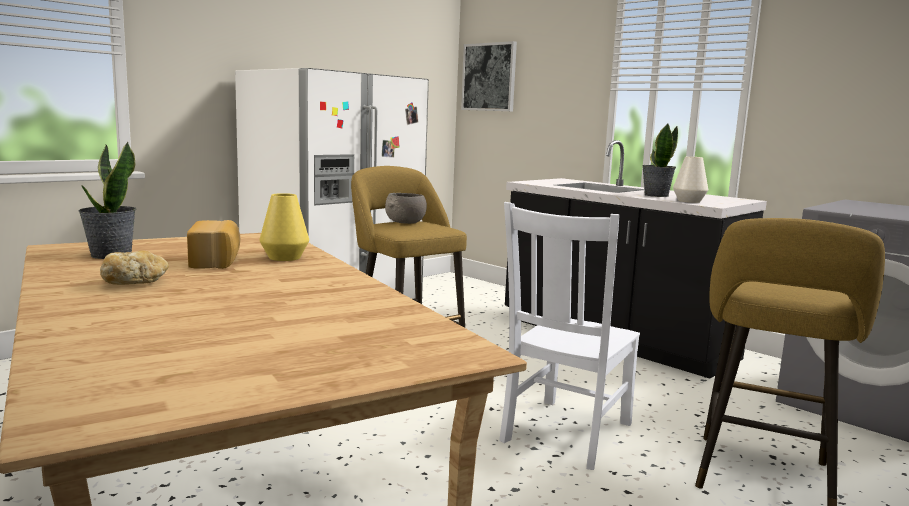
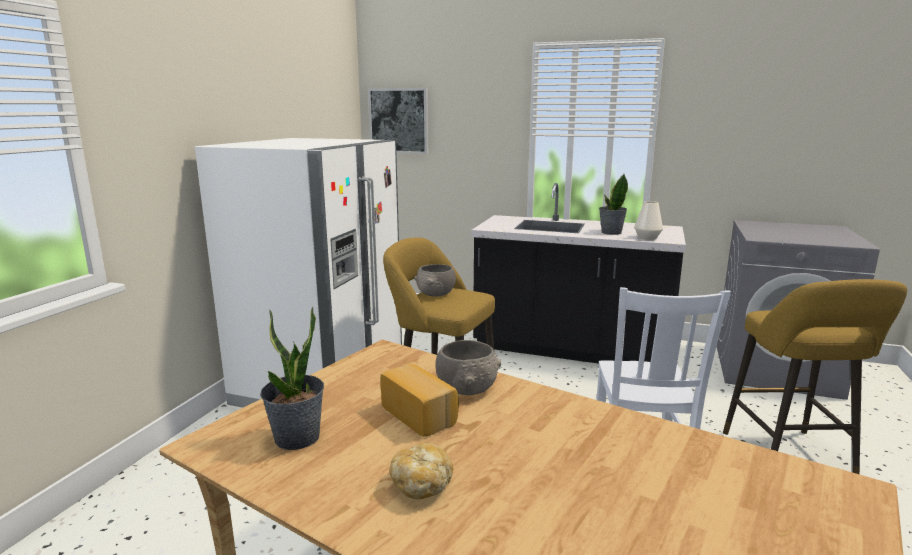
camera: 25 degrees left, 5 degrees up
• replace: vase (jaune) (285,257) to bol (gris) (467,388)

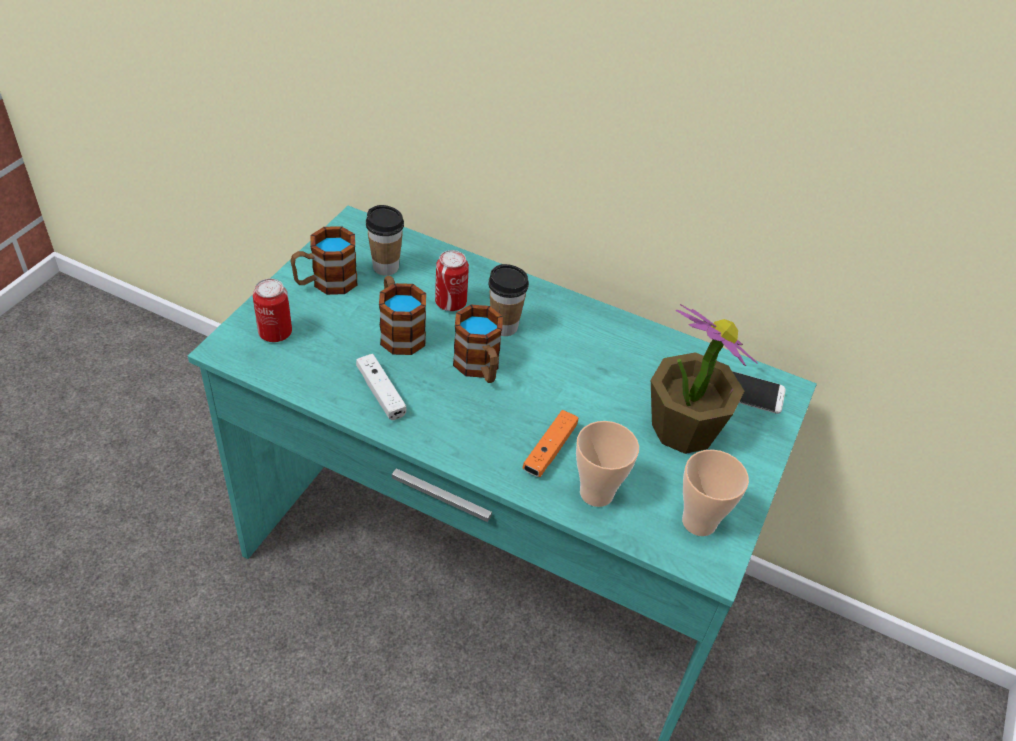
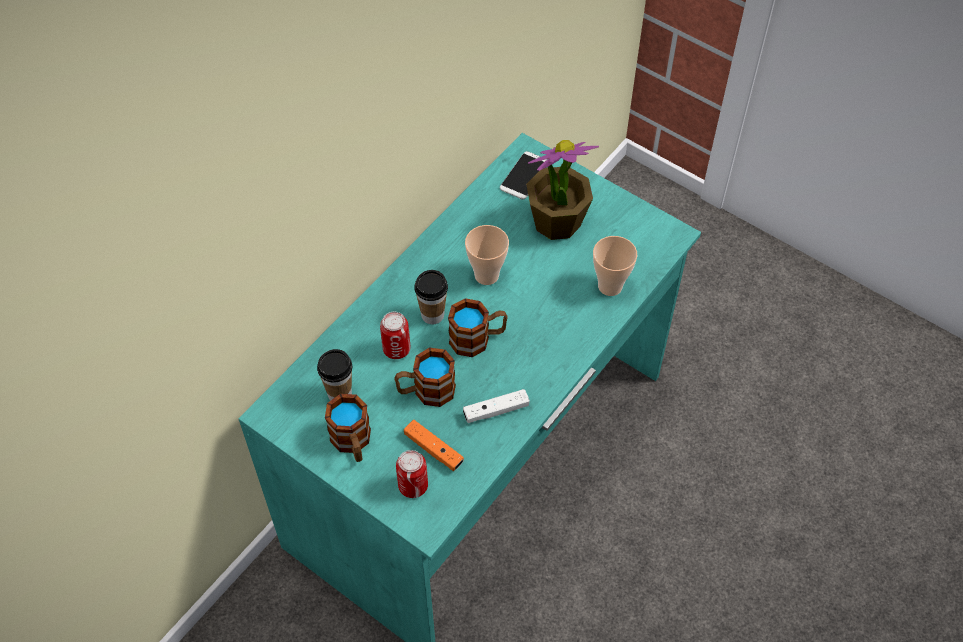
camera: 75 degrees left, 10 degrees up
• move: manette (orange) (549,450) to (433,449)
• move: tasse (699,522) to (486,275)

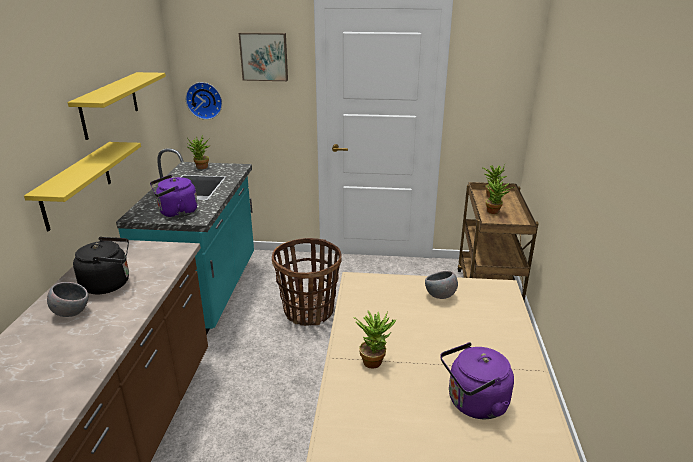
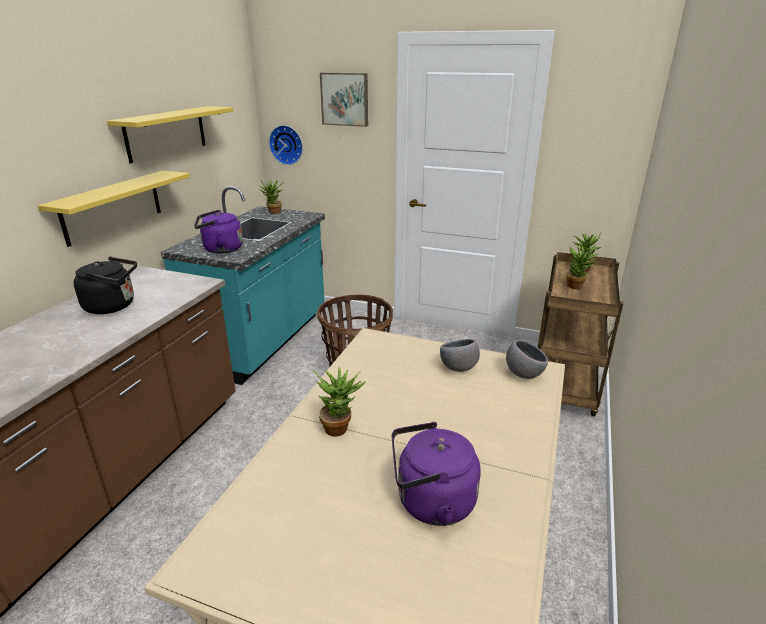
camera: 15 degrees right, 0 degrees up
• move: bol (gris) (71,313) to (523,374)

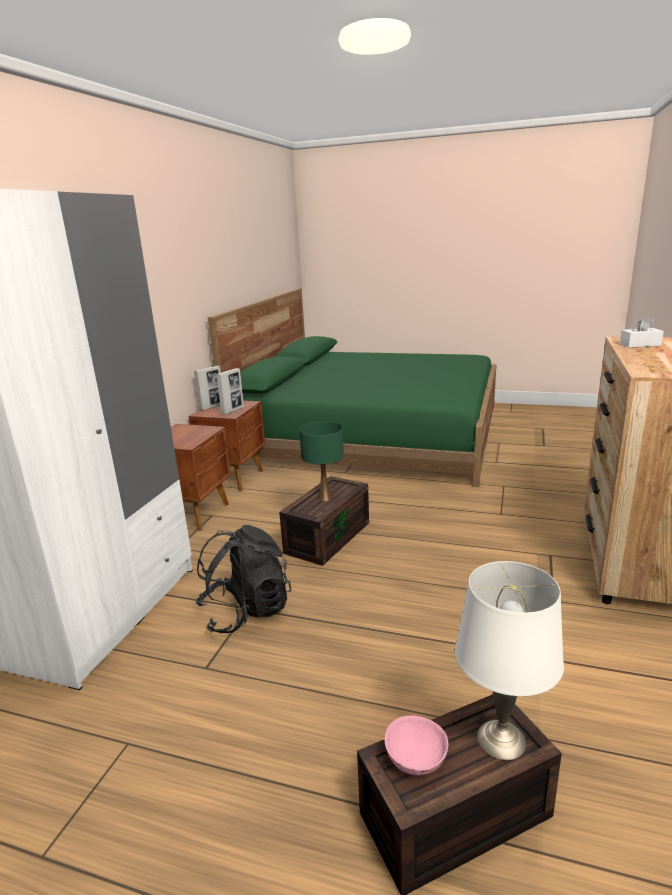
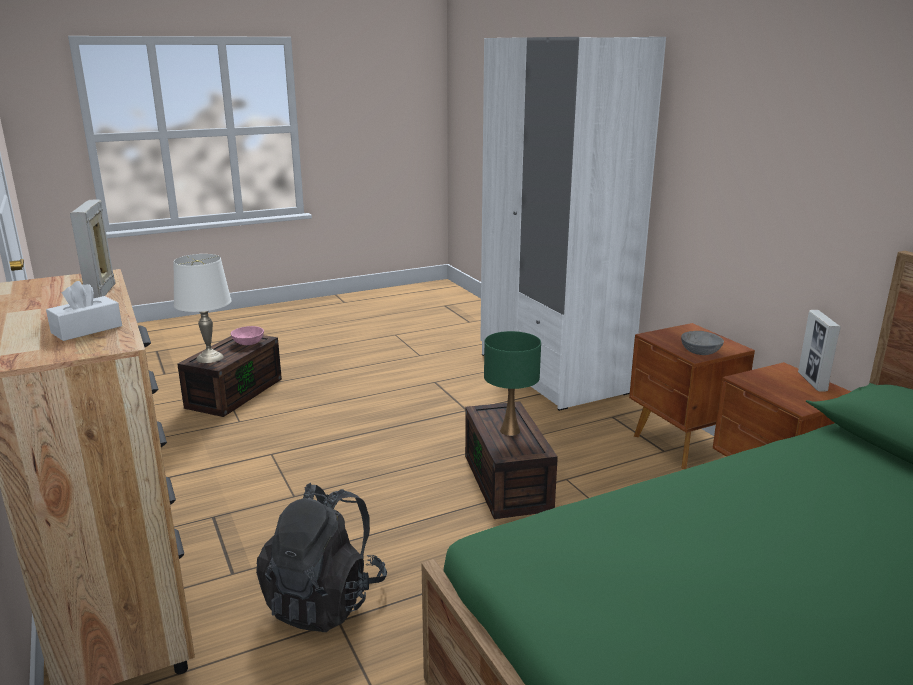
camera: 135 degrees right, 0 degrees up
• move: cadre photo (232,411) to (101,293)
• move: sac à dos (noir) (246,611) to (325,600)
• insert: bol (gris) (699,352)

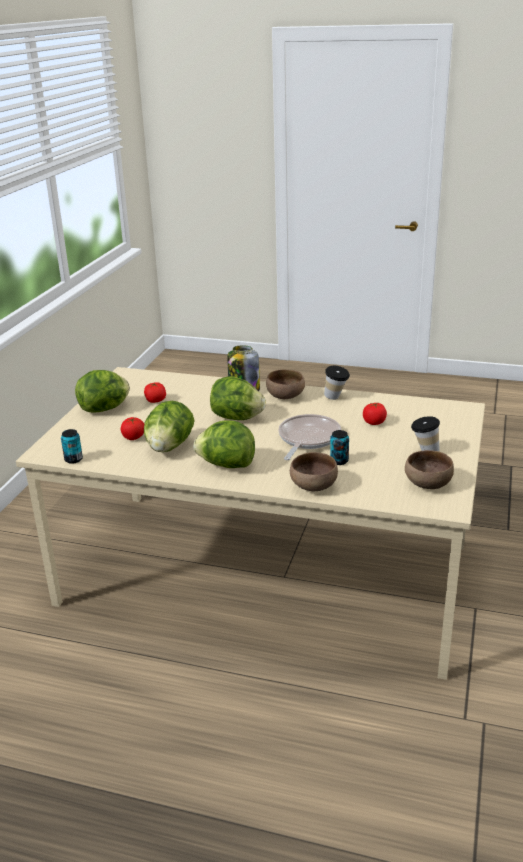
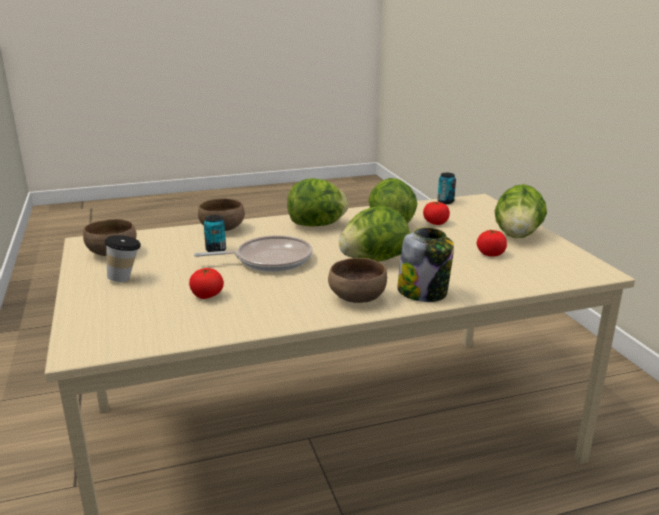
camera: 145 degrees right, 5 degrees down
• delete: tasse (336,398)
• rotate: poêle (307,439) = (269,260) 90 degrees counterclockwise

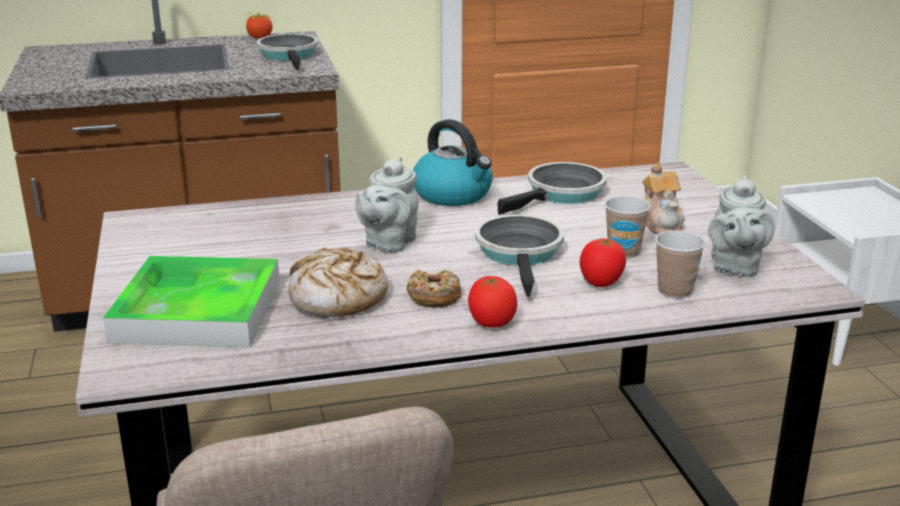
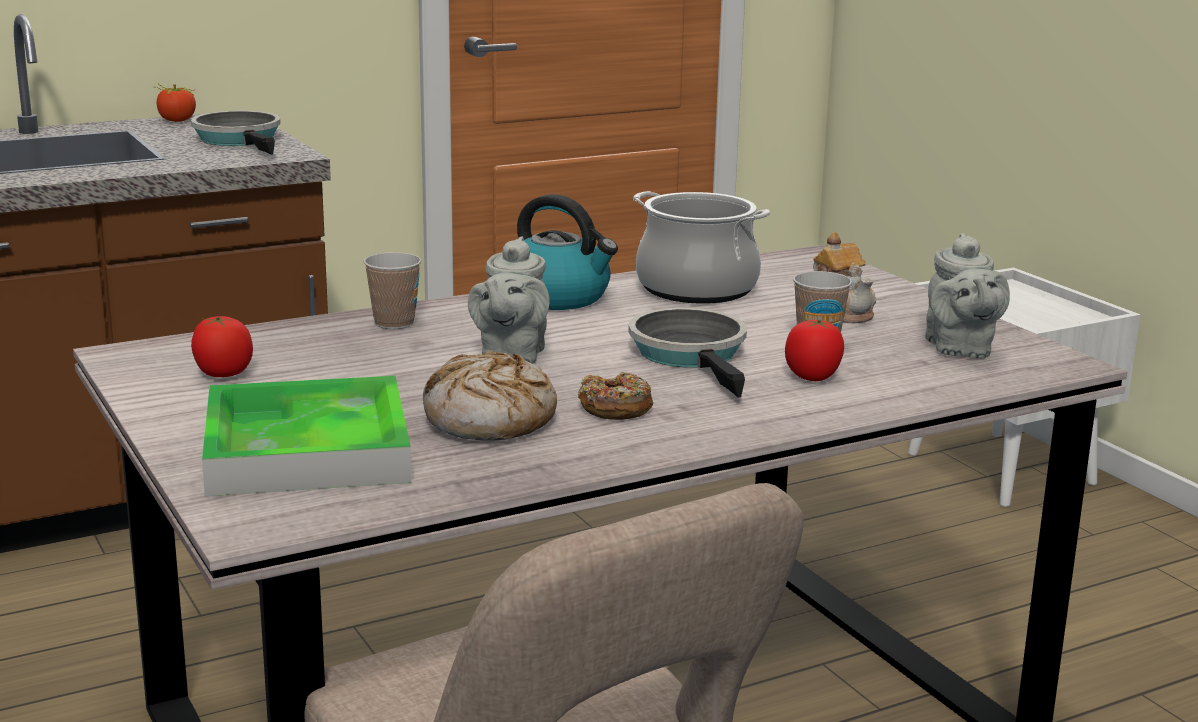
camera: 15 degrees left, 5 degrees down
• replace: poêle (561,194) to marmite (697,288)
• move: tasse (675,291) to (394,323)
• move: tomate (491,323) to (223,374)

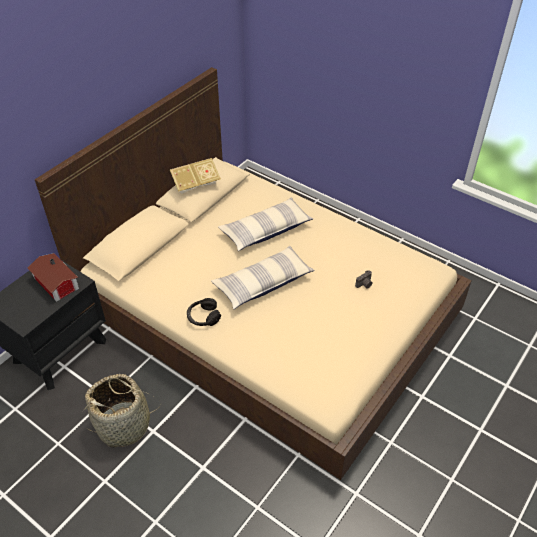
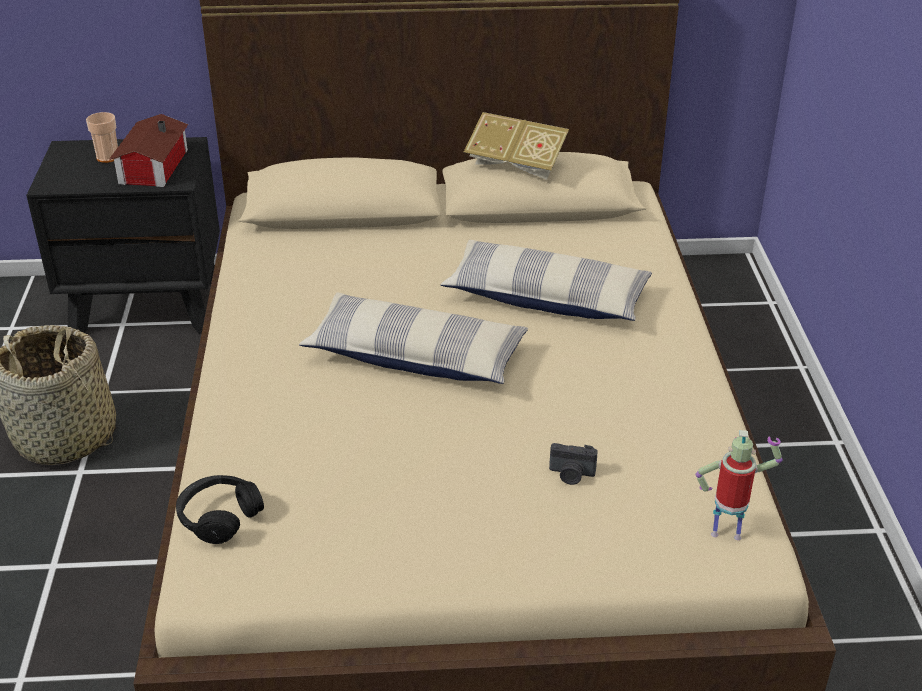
camera: 50 degrees right, 10 degrees down
• move: casque audio (noir) (203,317) to (219,517)
• insert: tasse (108,157)
• insert: robot jouet (727,532)

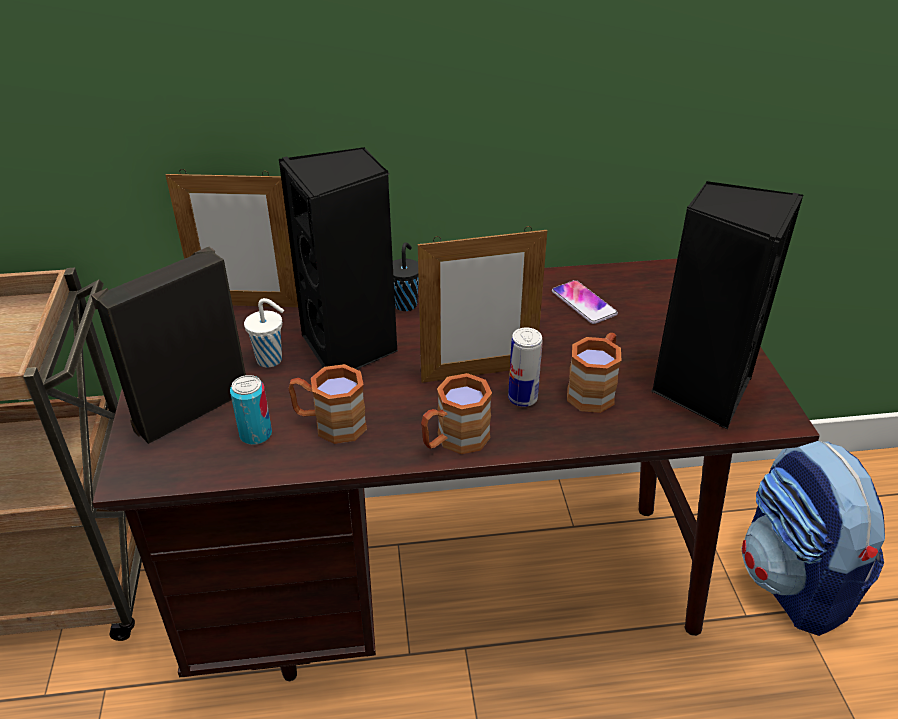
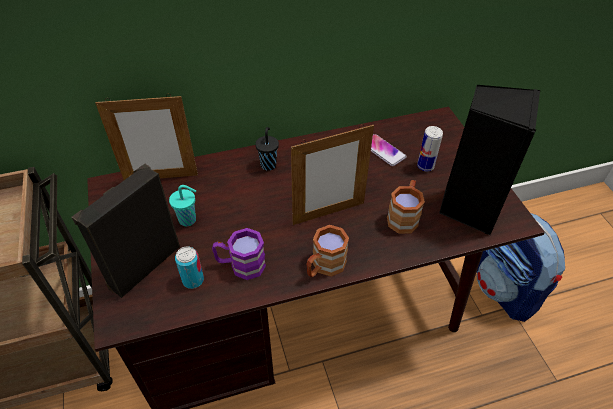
camera: 10 degrees left, 10 degrees up
• delete: enceinte (noir) (351,348)
• recolor: tasse (blanc) (271,360) to tasse (turquoise) (188,220)
• move: boîte métallique (522,398) to (425,166)
• recolor: mug (marron) (330,424) to mug (violet) (240,265)

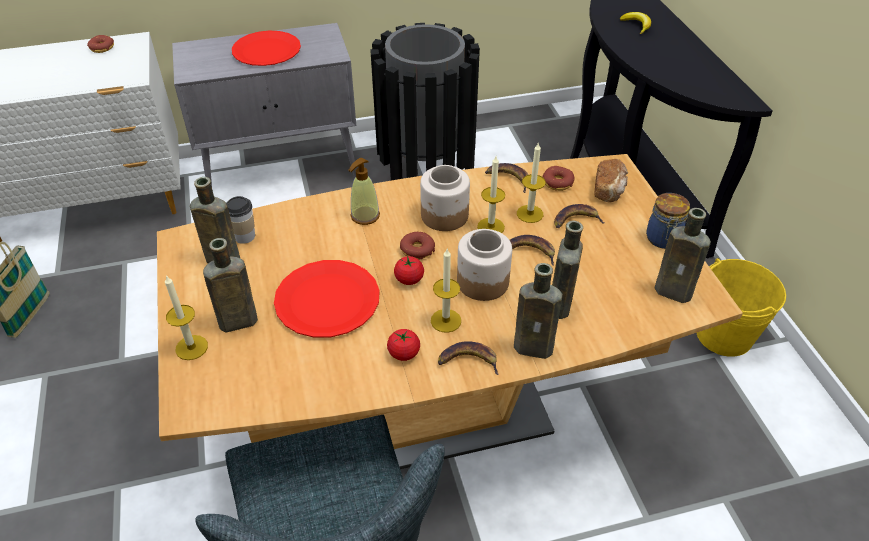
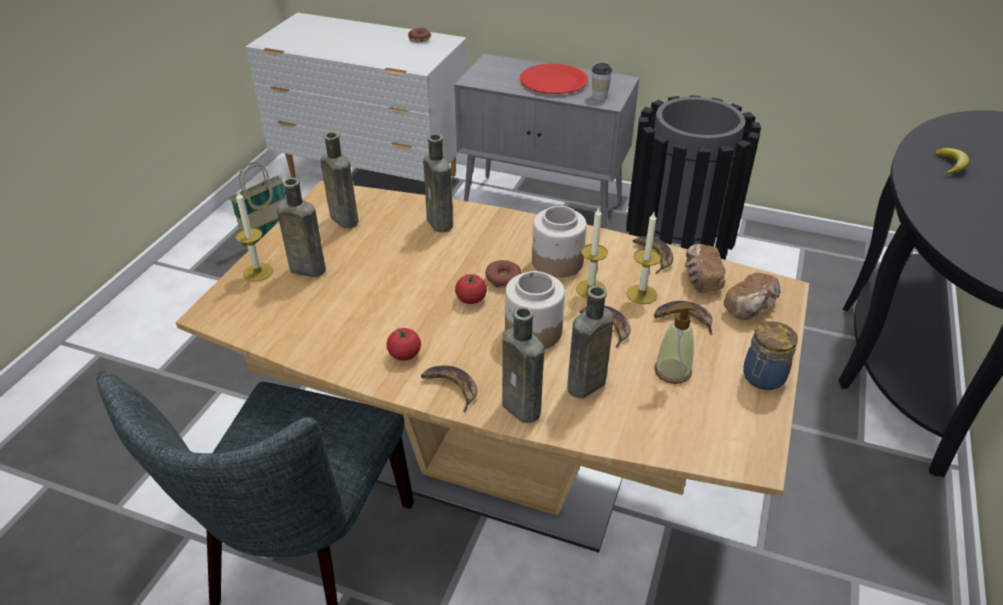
camera: 35 degrees right, 5 degrees down
• move: distributeur de savon (365,216) to (672,371)
• replace: beignet (557,182) to pain (700,279)
• move: tasse (244,236) to (599,96)
• move: bouteille (marron) (676,292) to (441,224)
• delete: bougie (446,320)
• delete: seau (jaune) (724,335)
• delete: assiette (rouge) (327,300)

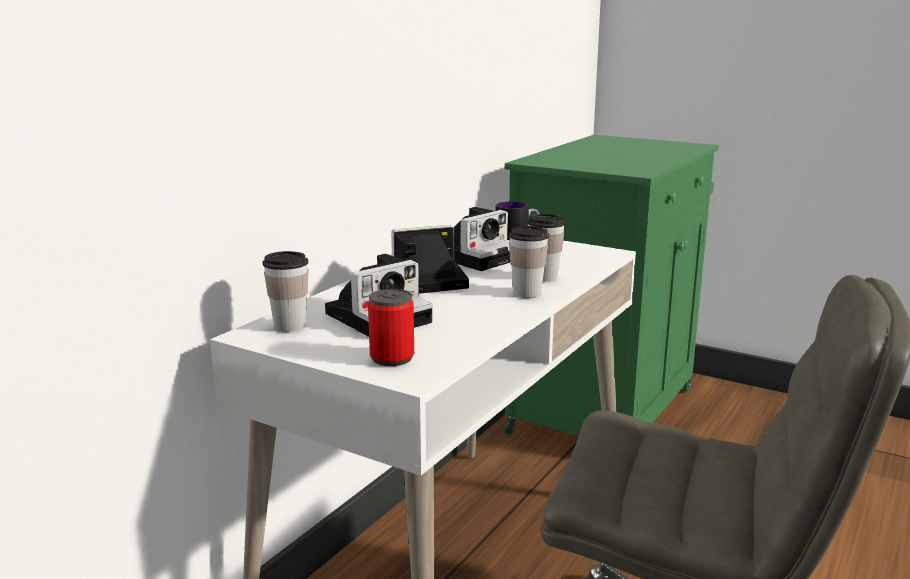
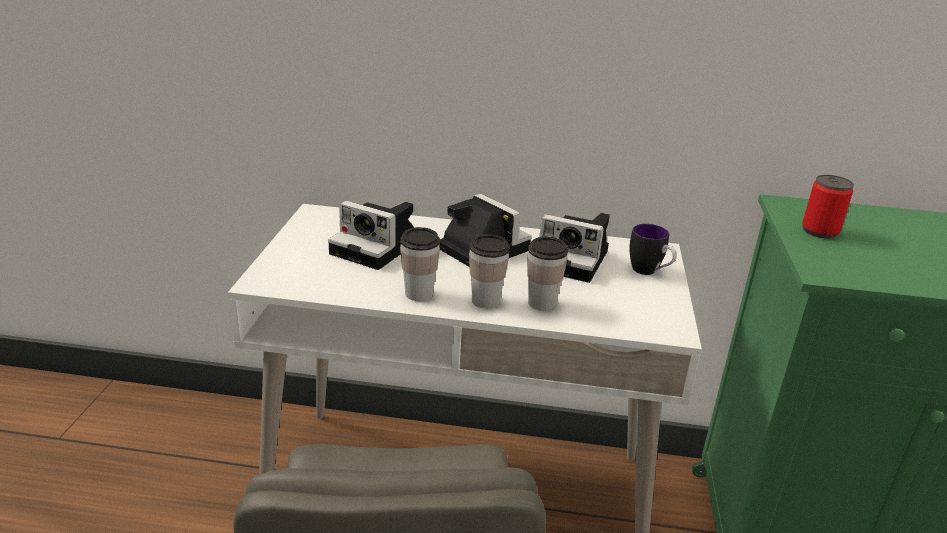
camera: 65 degrees right, 10 degrees up
• move: tasse (289,326) to (419,293)
• move: boîte métallique (392,358) to (819,231)

